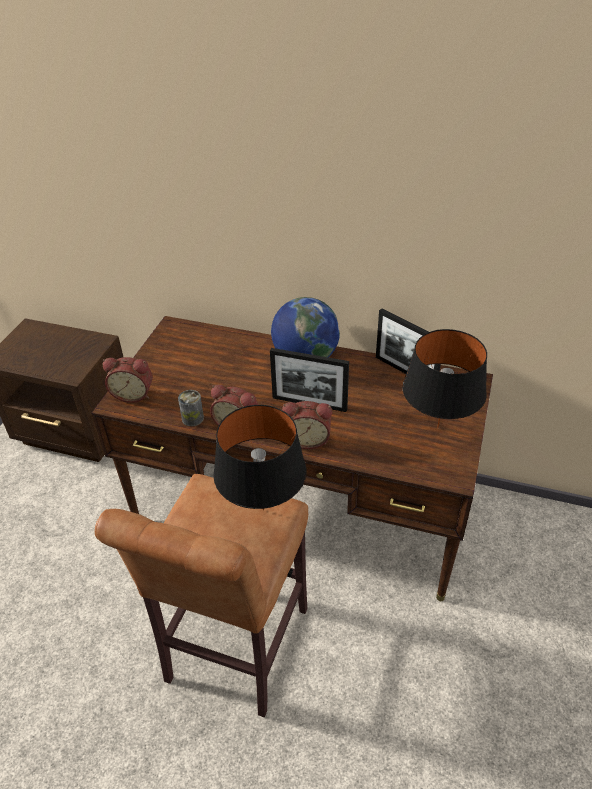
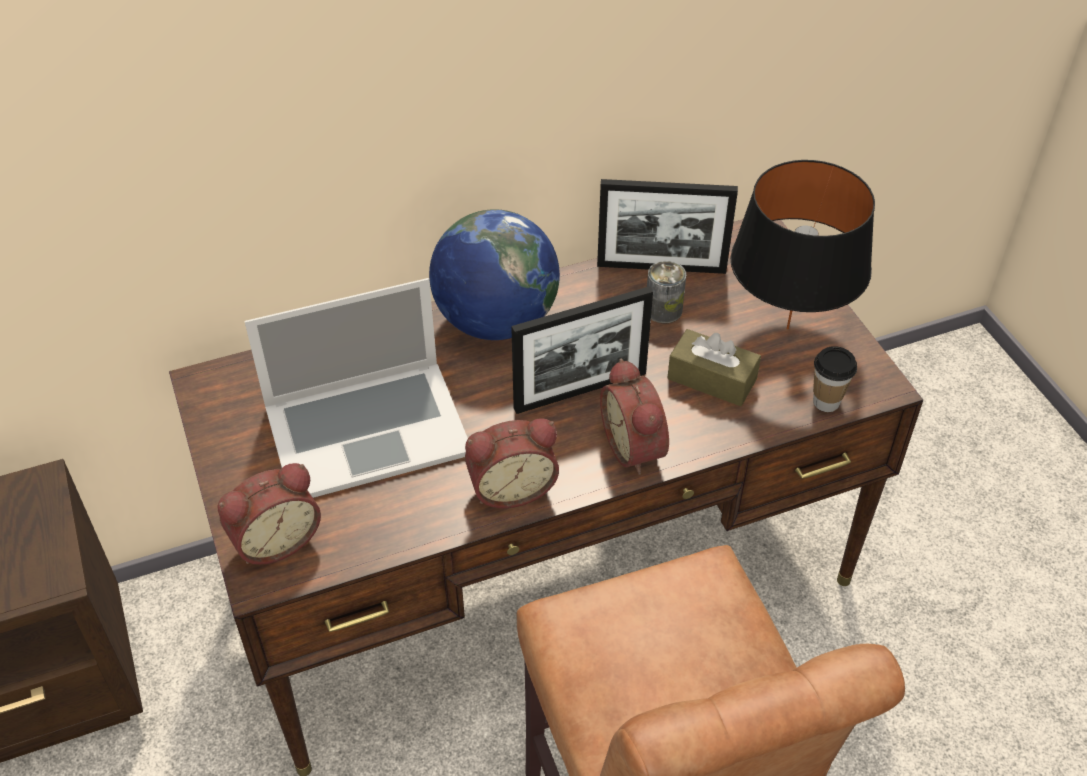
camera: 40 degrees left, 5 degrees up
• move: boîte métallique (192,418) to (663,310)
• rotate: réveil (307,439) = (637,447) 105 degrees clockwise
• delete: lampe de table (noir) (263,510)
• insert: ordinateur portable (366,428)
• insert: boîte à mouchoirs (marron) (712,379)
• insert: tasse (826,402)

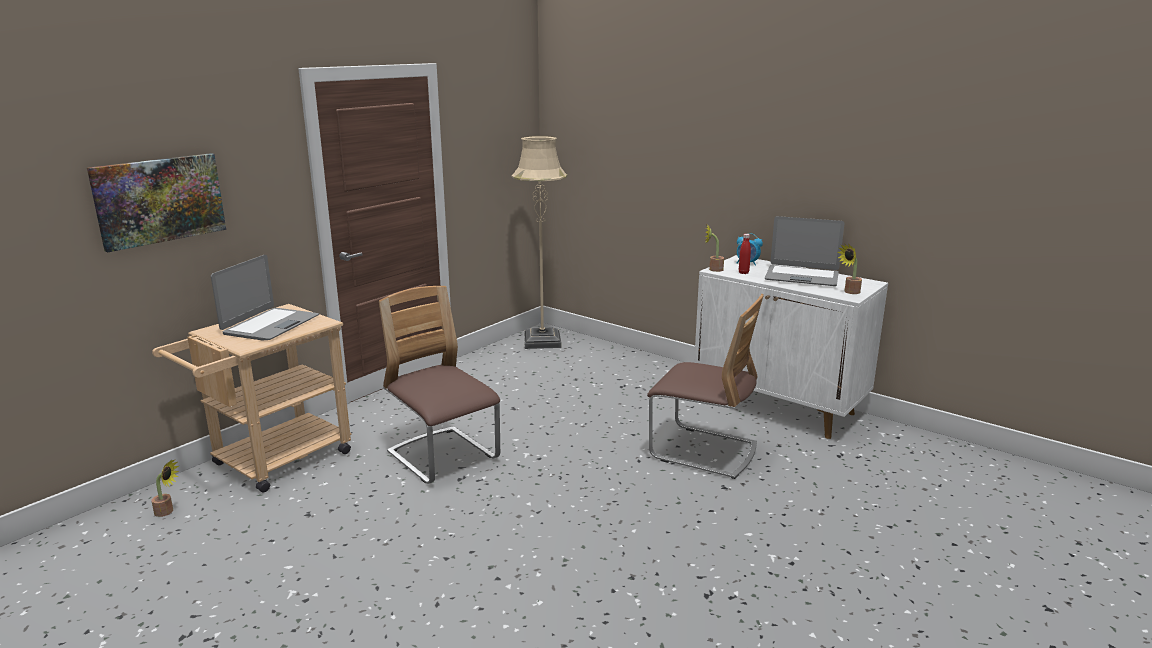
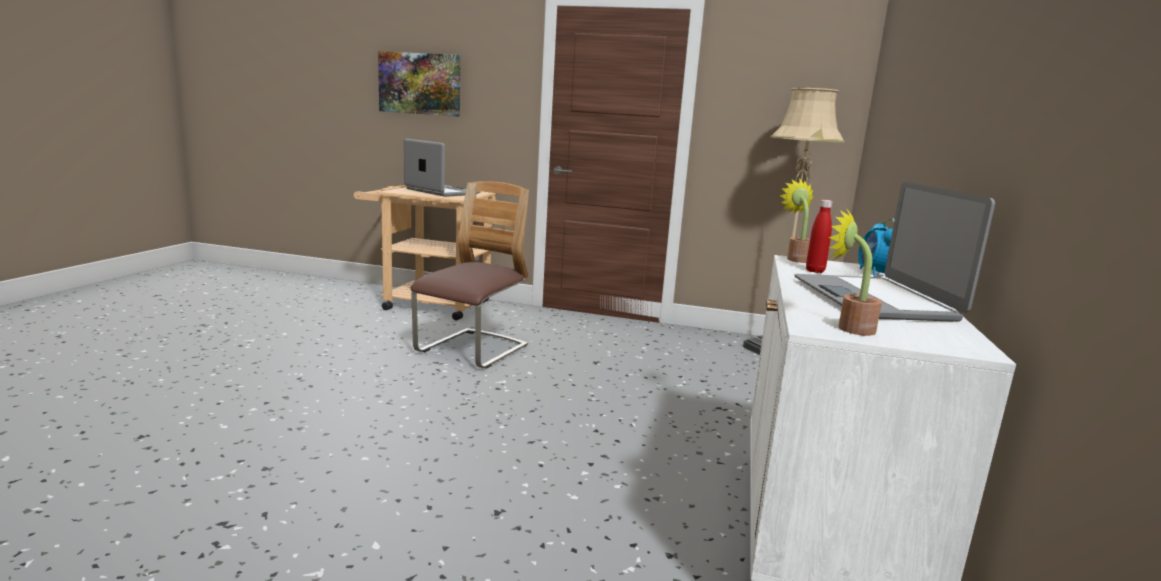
camera: 65 degrees right, 5 degrees down
• rotate: ordinateur portable (270,325) = (441,192) 135 degrees counterclockwise
• delete: chaise (703,451)
• delete: plante en pot (167,512)

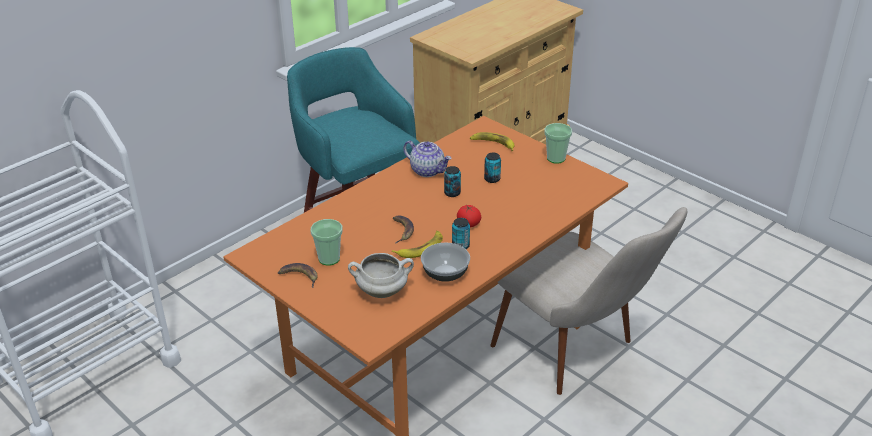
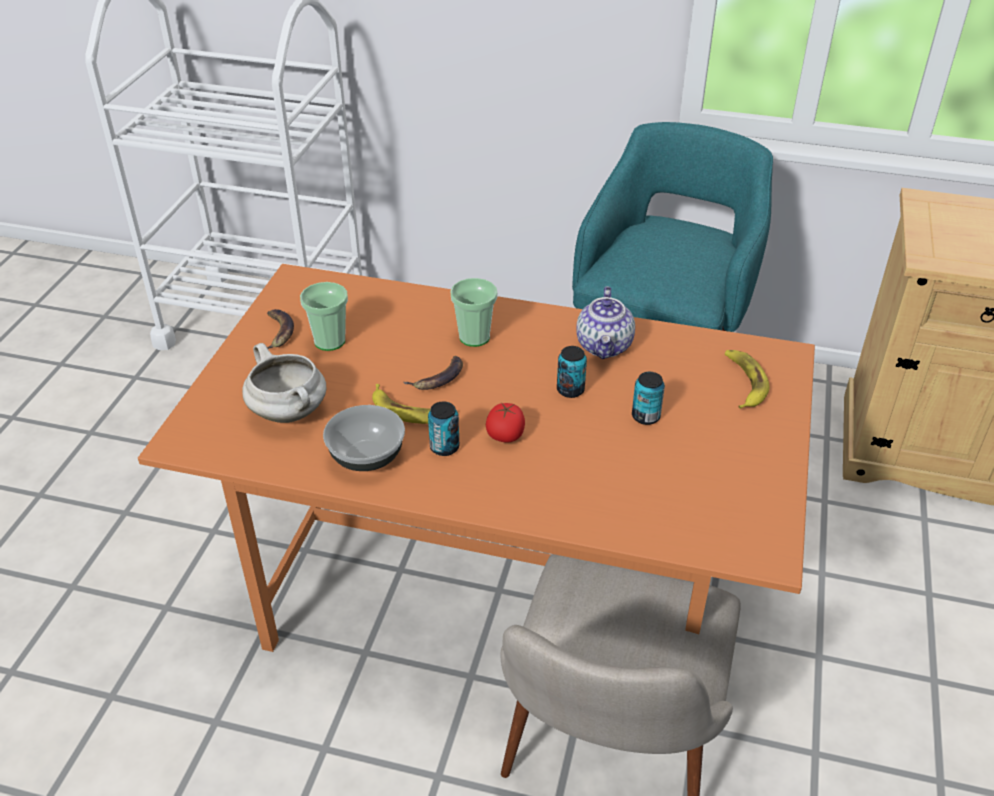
camera: 60 degrees right, 5 degrees up
• move: tasse (556,158) to (474,337)

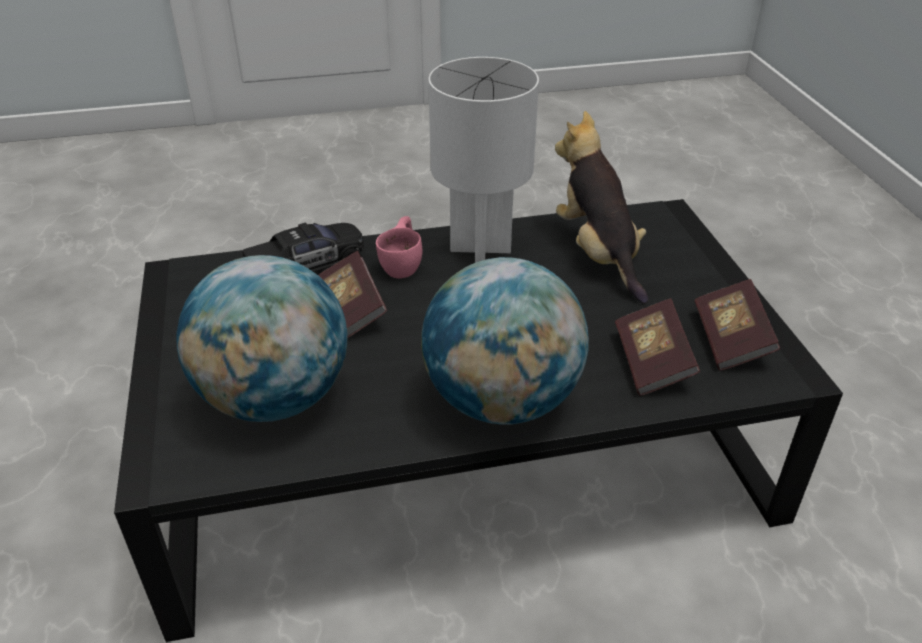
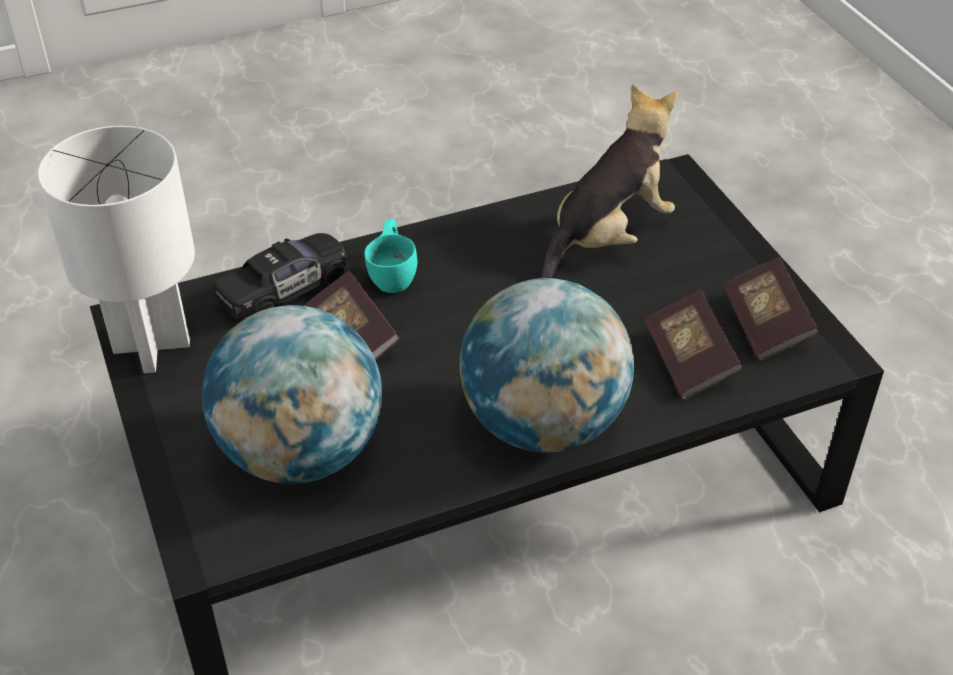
camera: 10 degrees left, 5 degrees up
• move: lampe de table (blanc) (481,250) to (152,347)
• rotate: peluche (598,254) = (608,236) 75 degrees clockwise
• recolor: tasse (rose) (403,264) to tasse (turquoise) (394,274)

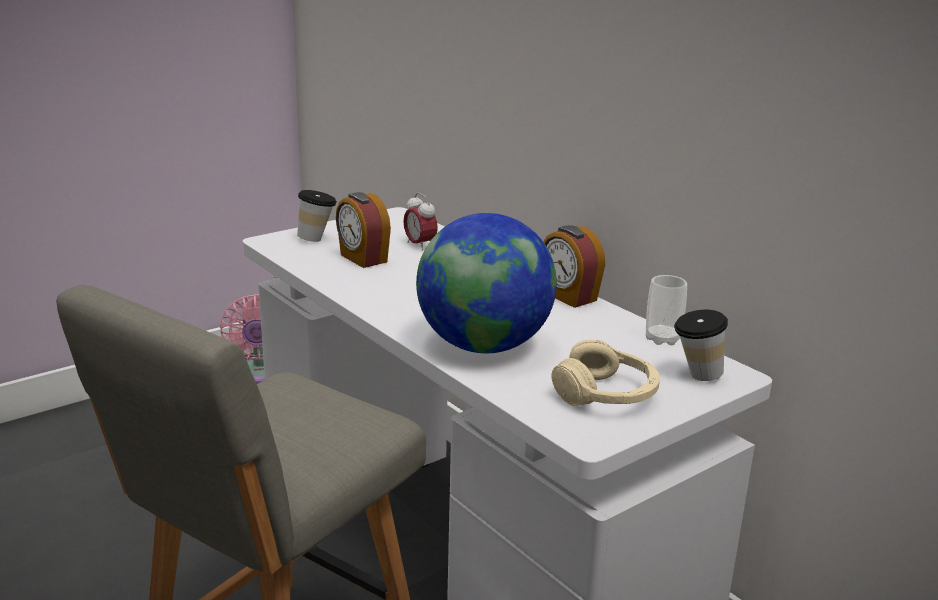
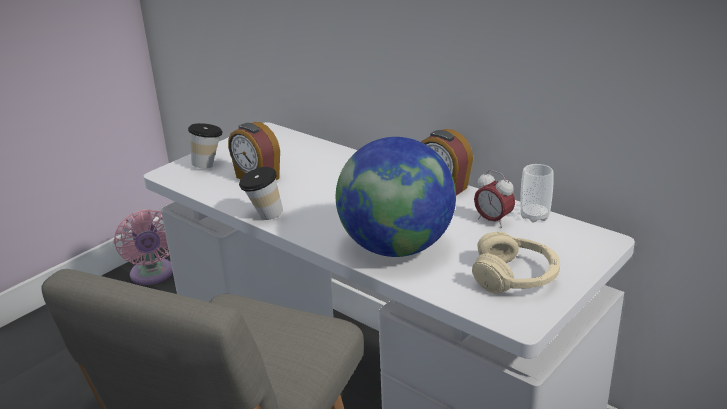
camera: 10 degrees left, 5 degrees up
• move: réveil (420,245) to (493,221)
• move: tasse (695,376) to (263,216)

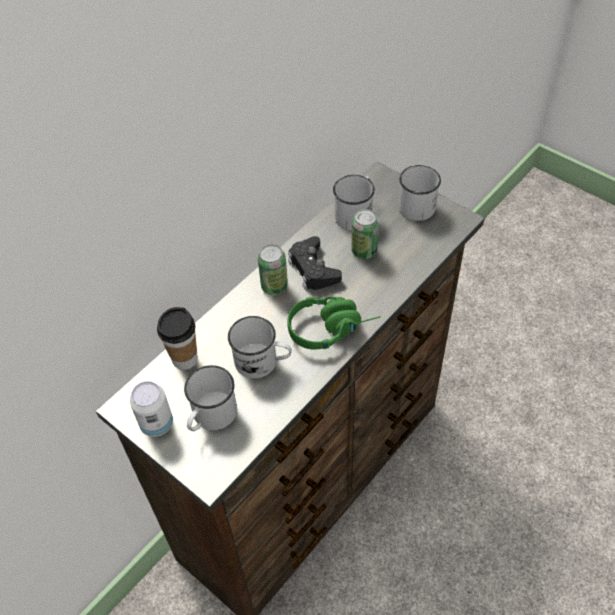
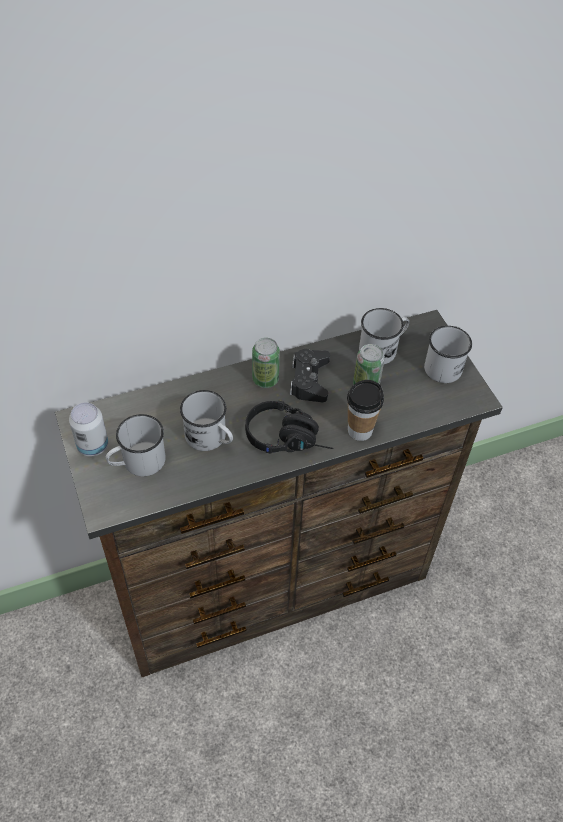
camera: 25 degrees right, 0 degrees up
• recolor: casque audio (vert) (332,327) to casque audio (noir) (290,439)
• move: tasse (185,359) to (360,431)

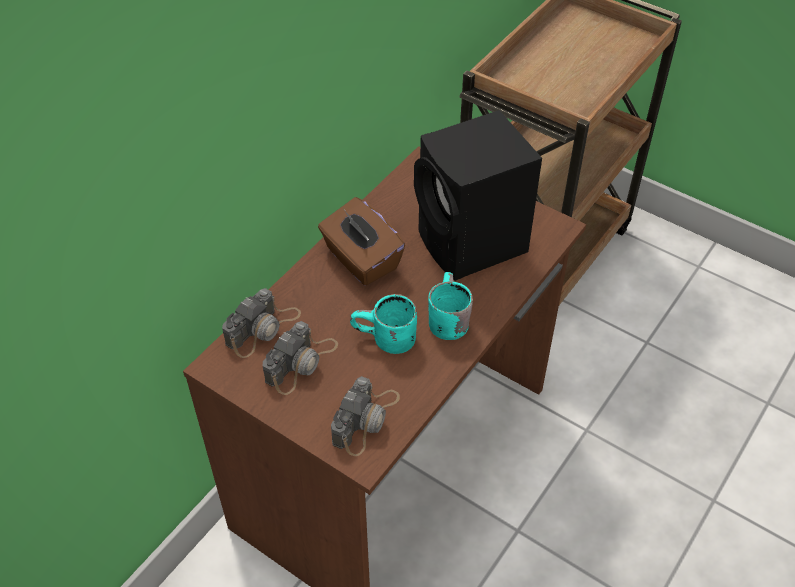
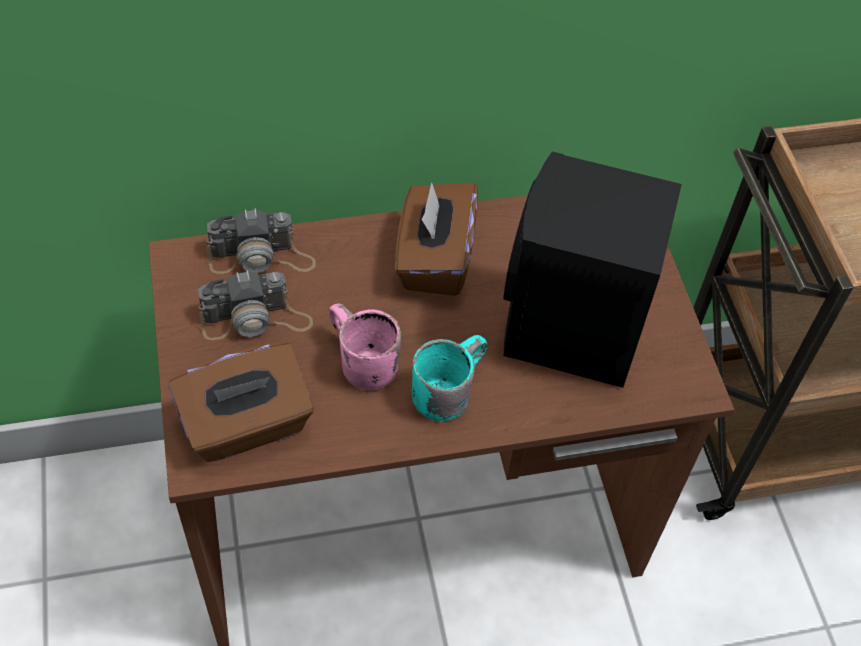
camera: 40 degrees right, 5 degrees up
• recolor: mug (turquoise) (385,341) to mug (rose) (358,363)
• replace: appareil photo (366,419) to boîte à mouchoirs (marron) (247,425)

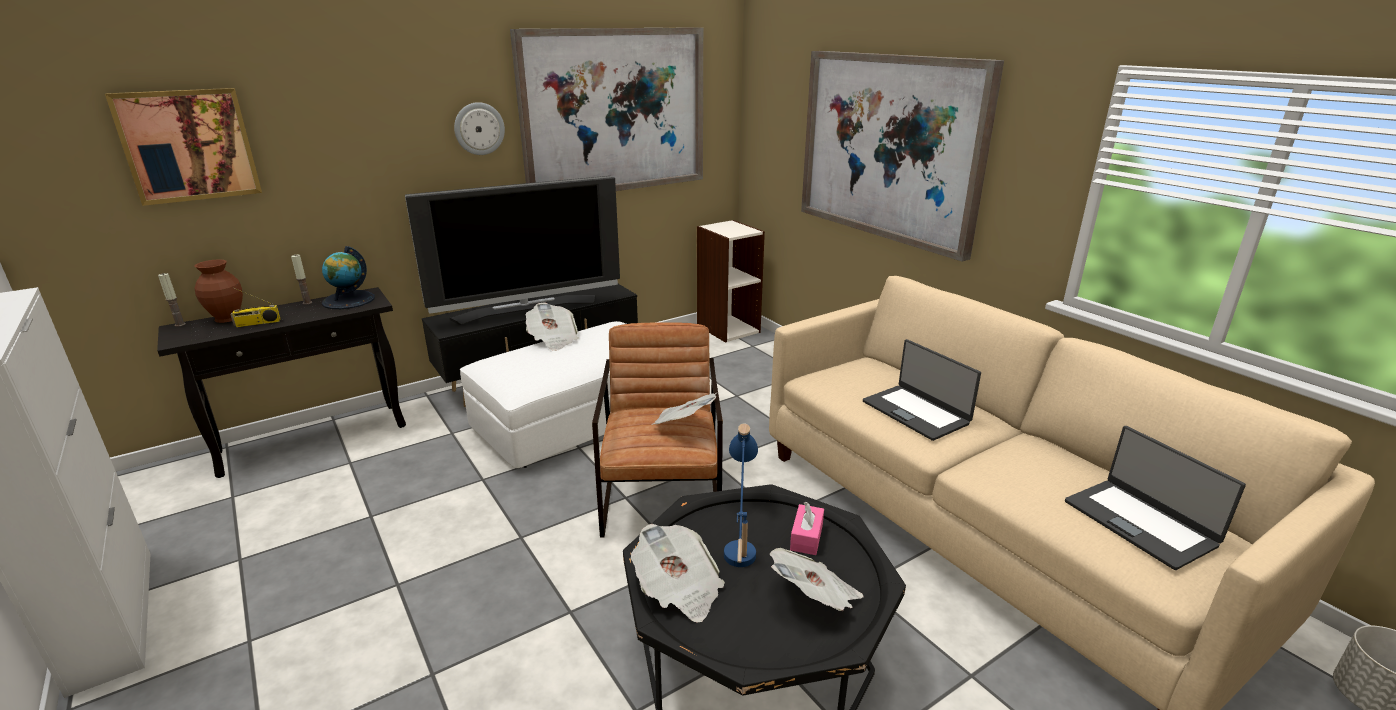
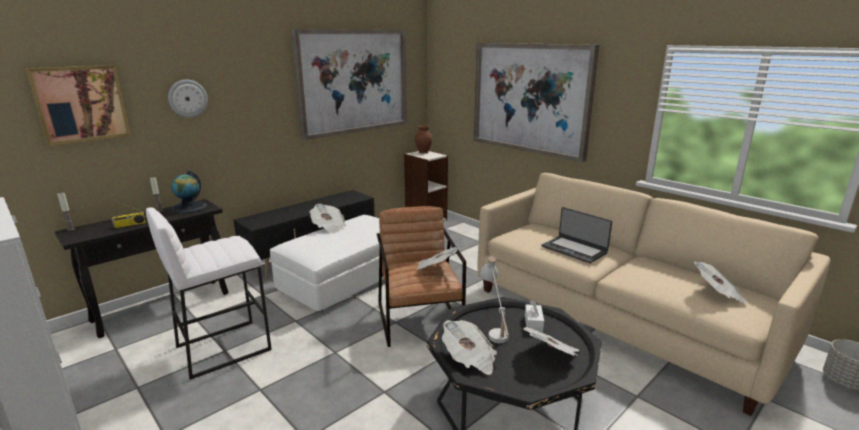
camera: 10 degrees left, 5 degrees down
• move: horloge murale (479,128) to (187,98)
• delete: téléviseur (527,309)
• move: vase (marron) (227,318) to (423,152)
• recolor: lampe de table (bleu) (740,539) to lampe de table (blanc) (495,328)
• replace: ordinateur portable (1140,522) to journal (717,294)
• recolor: boîte à mouchoirs (rose) (806,537) to boîte à mouchoirs (blanc) (533,323)
• insert: tabouret (blanc) (223,347)

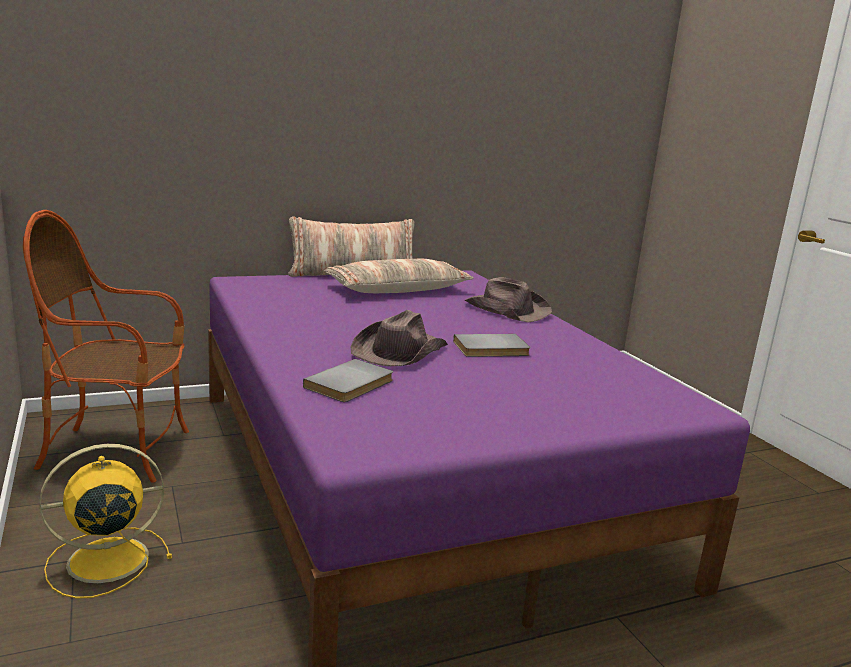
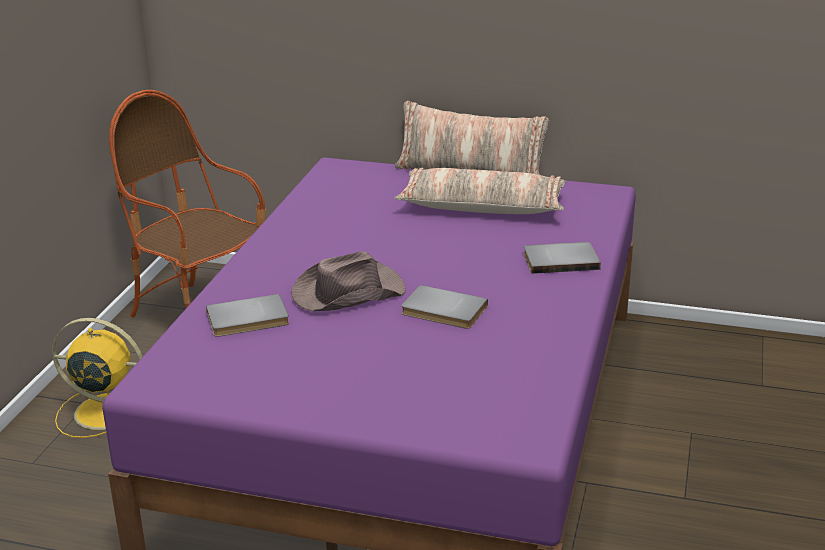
camera: 40 degrees right, 10 degrees up
• replace: chapeau (marron) (506,309) to livre (gris) (560,260)

